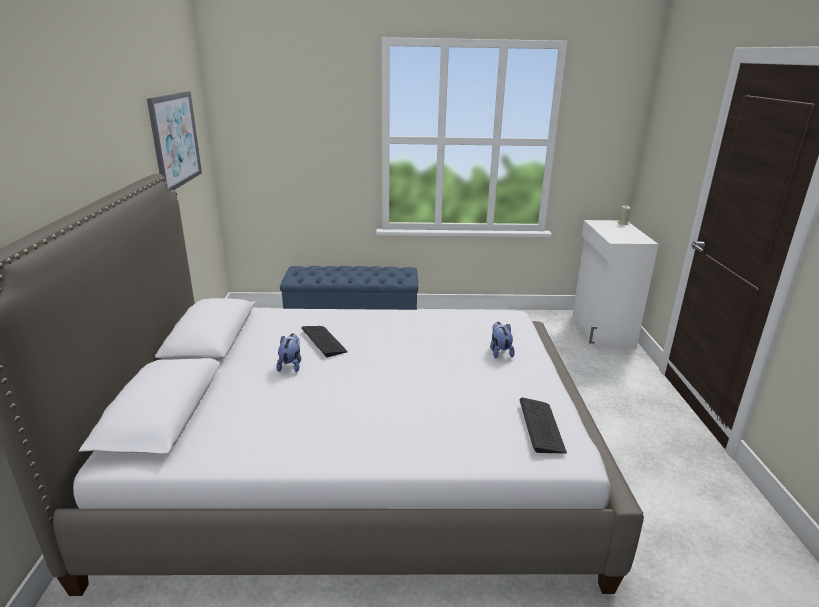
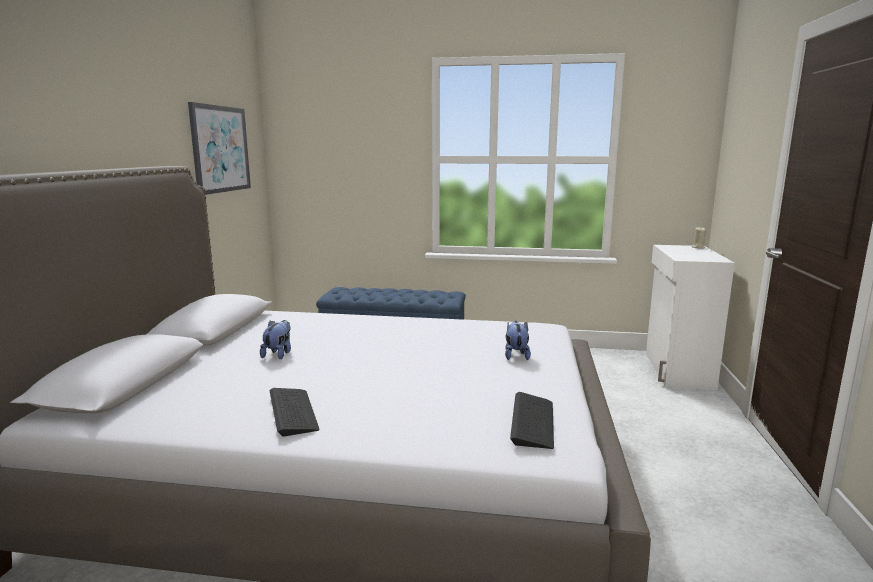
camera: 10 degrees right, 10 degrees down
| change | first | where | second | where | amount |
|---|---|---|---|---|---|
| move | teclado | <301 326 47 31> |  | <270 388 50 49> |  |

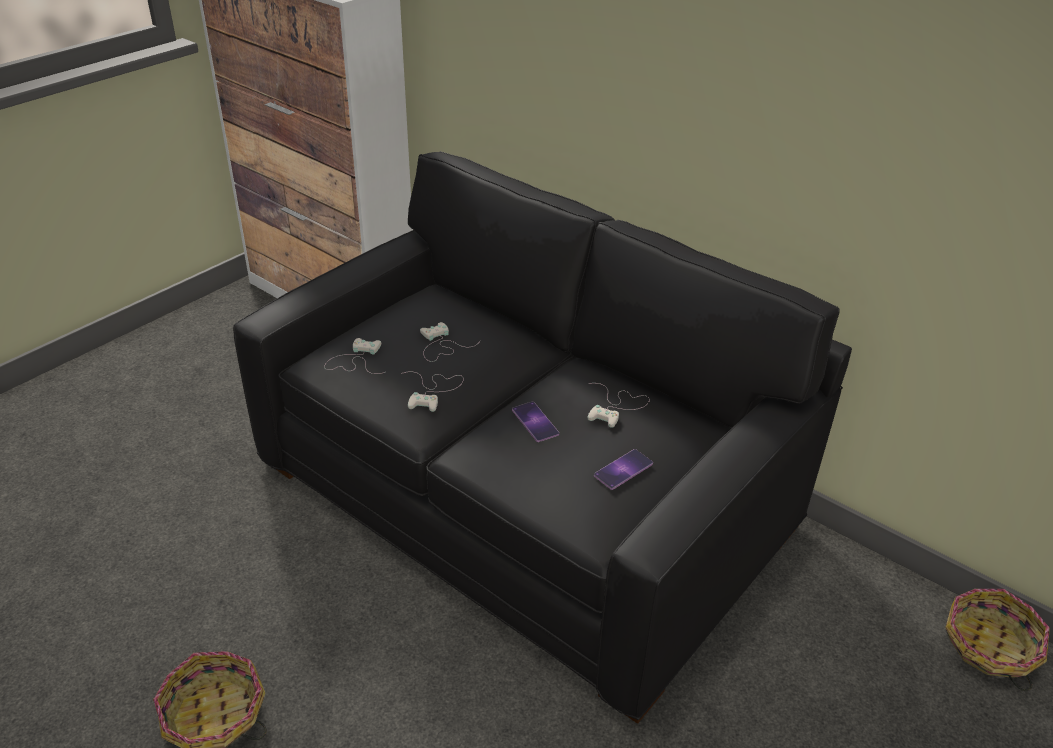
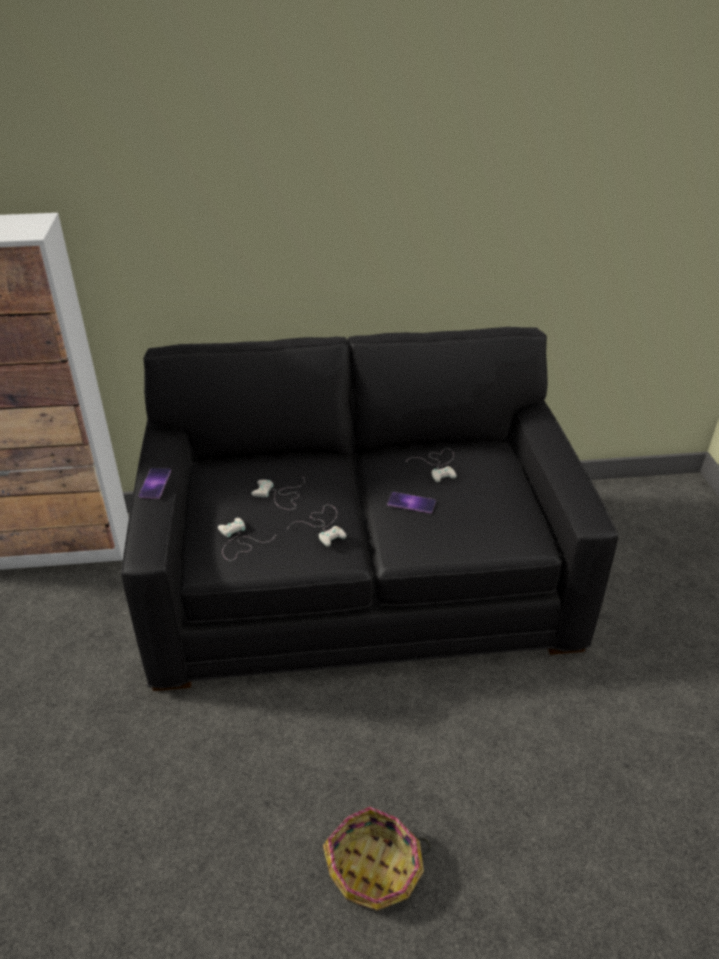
camera: 45 degrees left, 0 degrees up
| change | first | where | second | where | amount |
|---|---|---|---|---|---|
| move | móvil | <594 449 59 41> |  | <139 468 32 31> |  |
| delete | cesta | <945 589 105 102> |  |  |  |

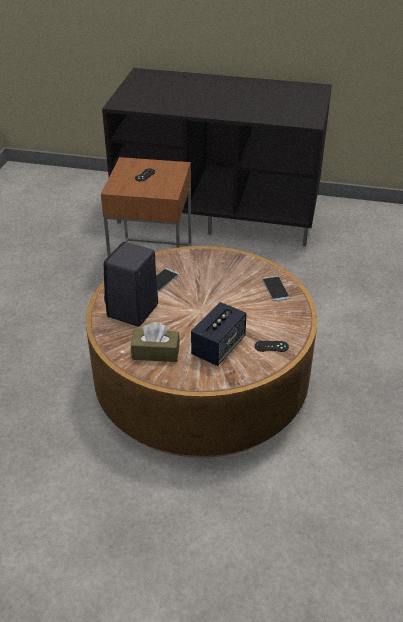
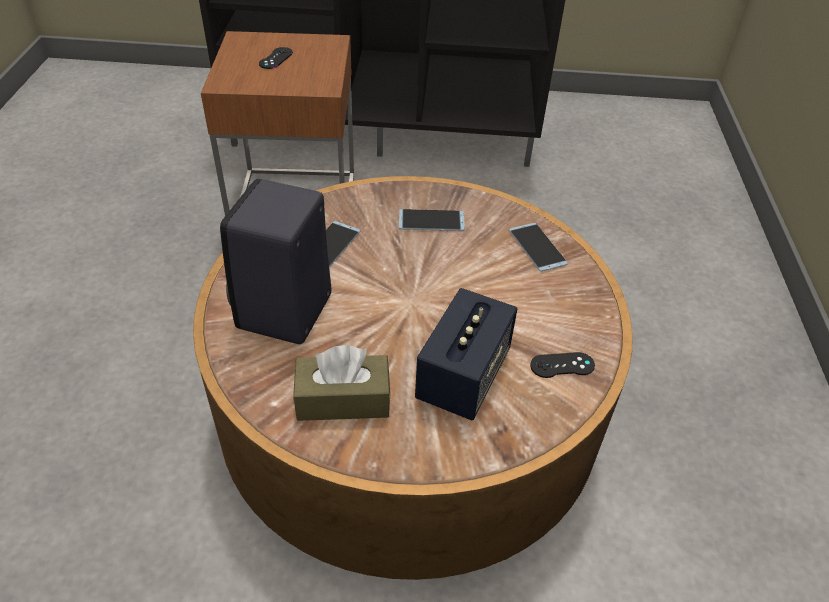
camera: 10 degrees left, 5 degrees up
| change | first | where | second | where | amount |
|---|---|---|---|---|---|
| insert |  |  | móvil | <399 209 66 22> |  |

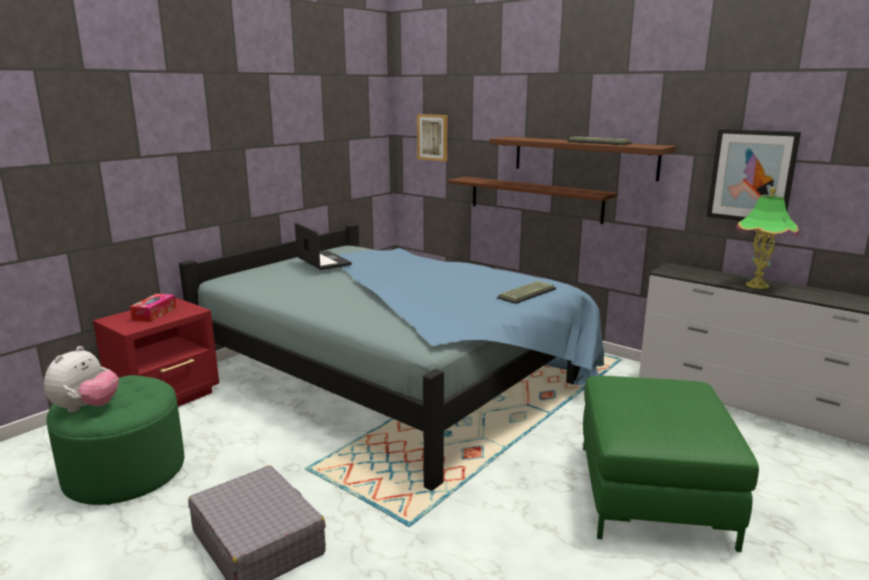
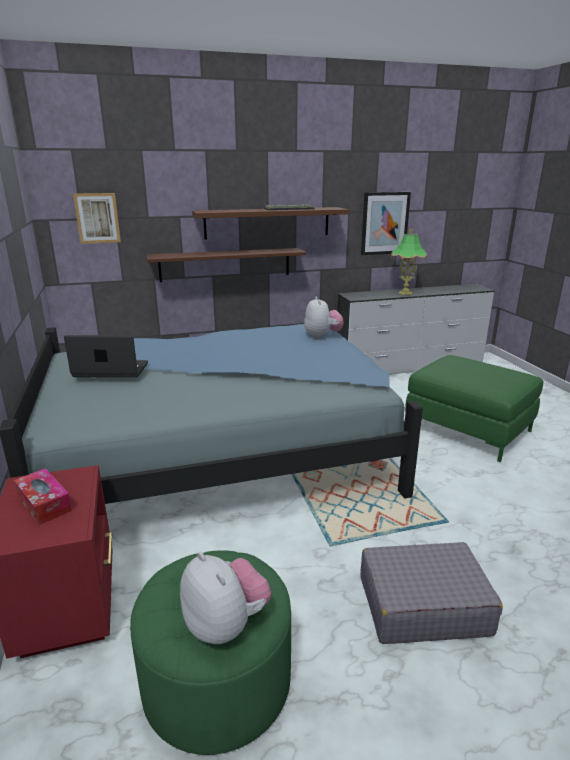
camera: 55 degrees left, 5 degrees up
| change | first | where | second | where | amount |
|---|---|---|---|---|---|
| replace | teclado | <497 281 59 23> | peluche | <304 296 40 43> |  |

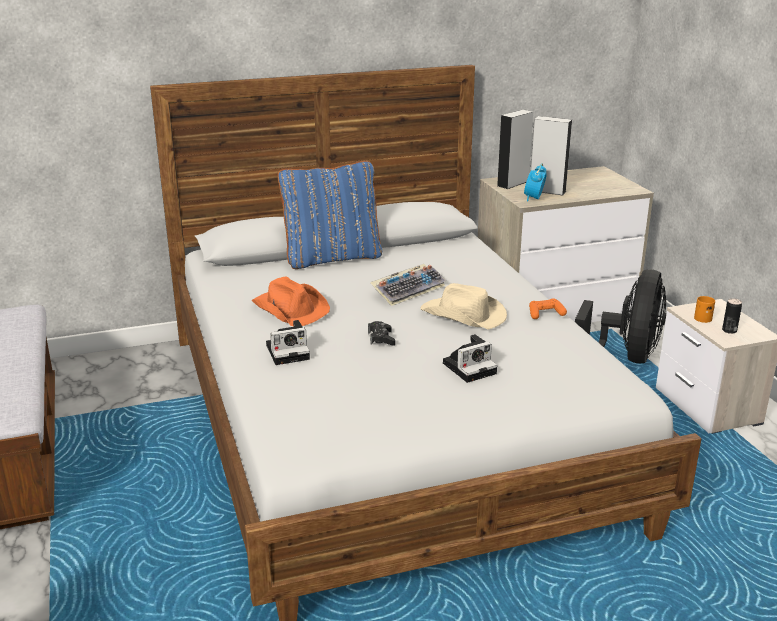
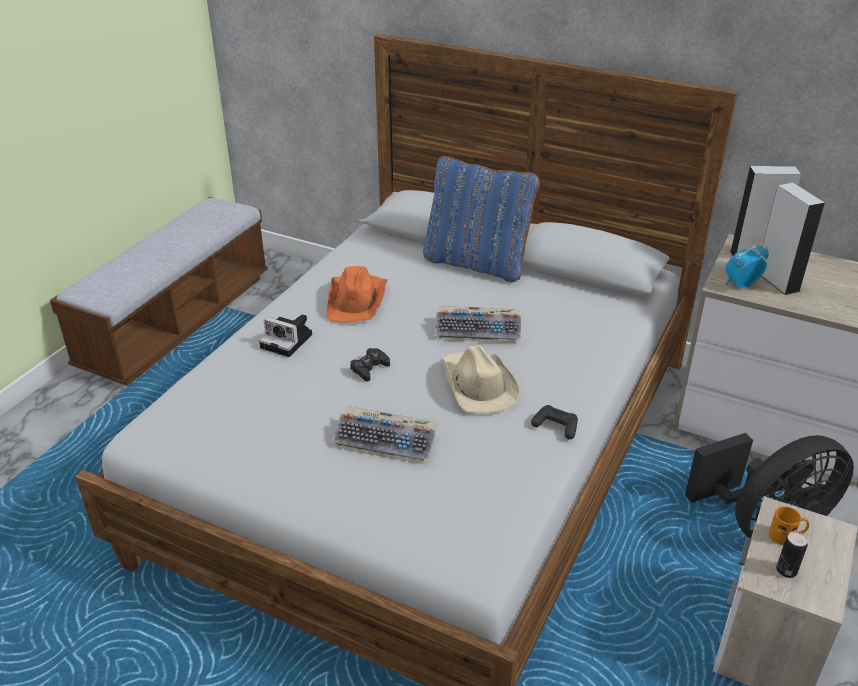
camera: 45 degrees right, 10 degrees up
| change | first | where | second | where | amount |
|---|---|---|---|---|---|
| replace | cámara | <443 334 54 49> | teclado | <332 406 106 58> |  |
| recolor | mando de consola [naranja] | <529 298 38 21> | mando de consola [negro] | <531 405 47 34> |  |

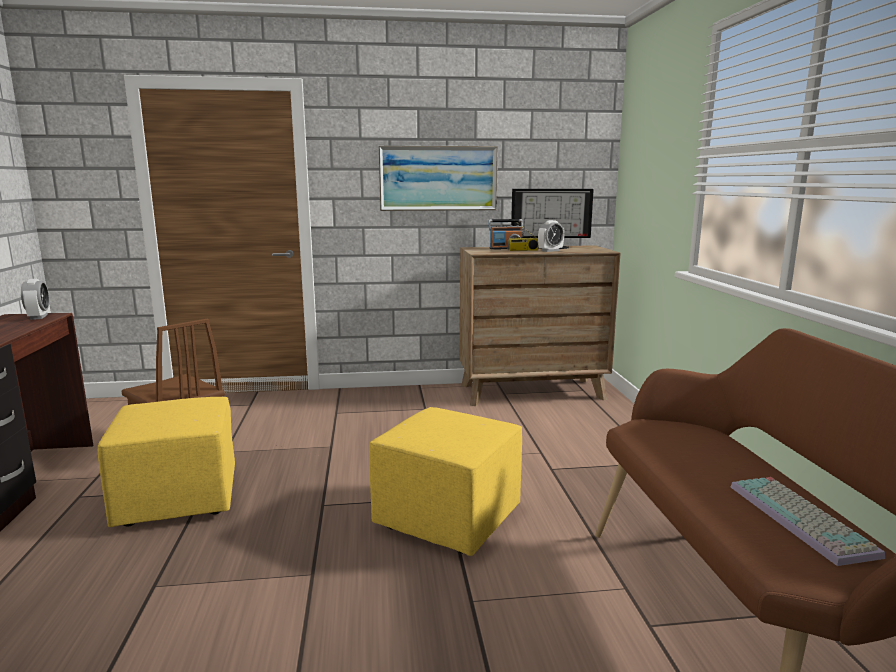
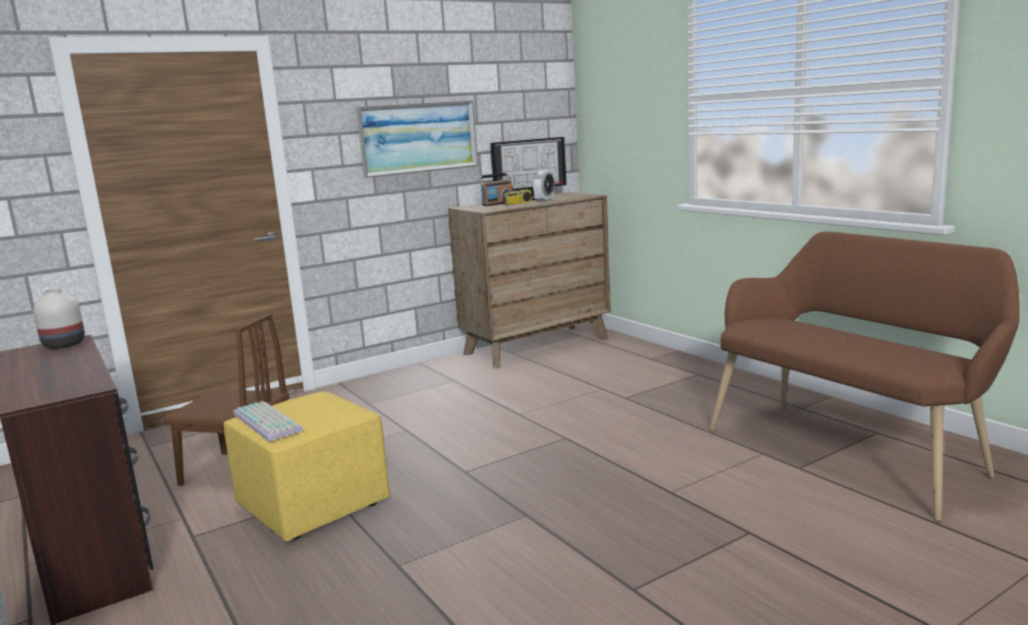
camera: 25 degrees left, 0 degrees up
| change | first | where | second | where | amount |
|---|---|---|---|---|---|
| replace | despertador | <21 279 28 41> | florero [blanco] | <33 289 52 60> |  |
| move | teclado | <731 477 154 89> |  | <233 401 70 41> |  |
| delete | puf [amarillo] | <369 407 153 149> |  |  |  |

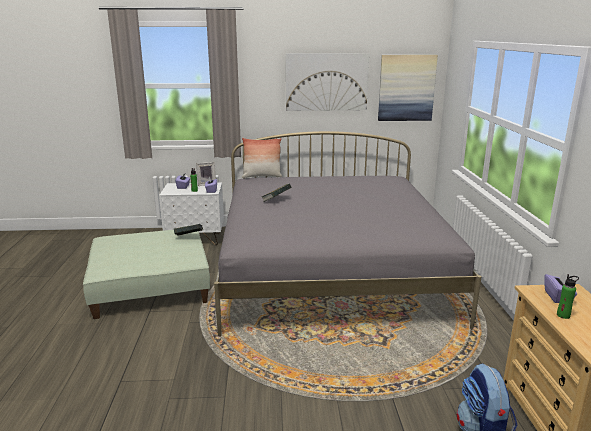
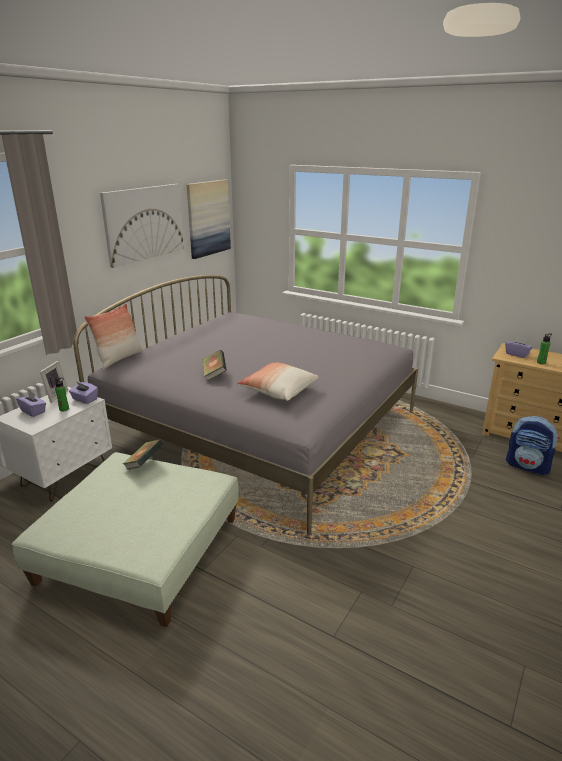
camera: 55 degrees left, 5 degrees up
| change | first | where | second | where | amount |
|---|---|---|---|---|---|
| insert |  |  | cojín | <237 363 81 38> |  |

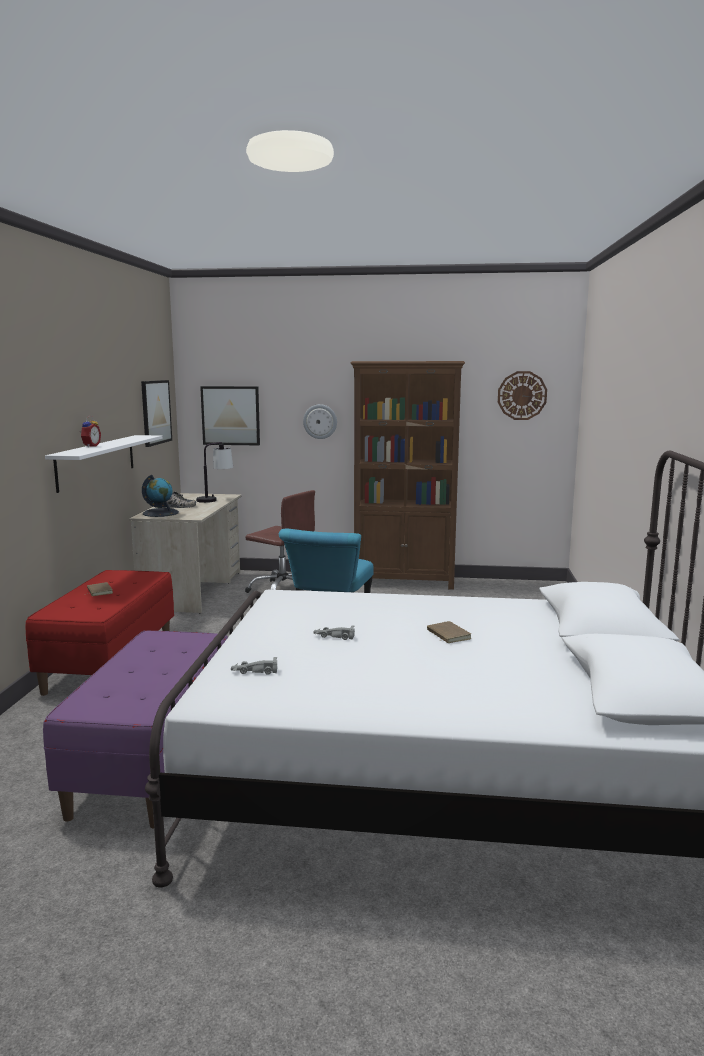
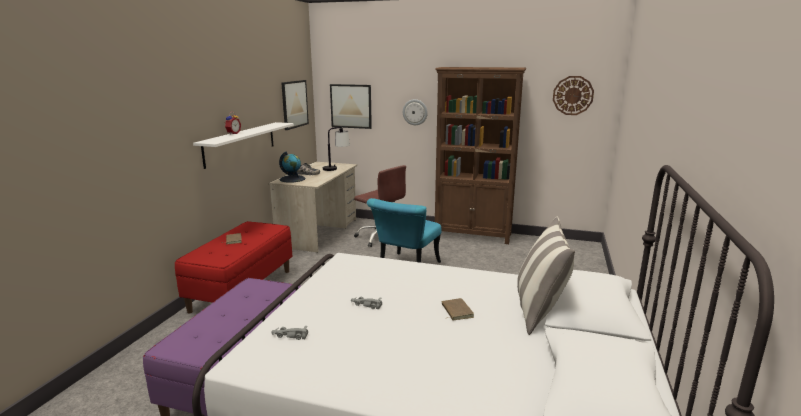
camera: 10 degrees right, 5 degrees up
| change | first | where | second | where | amount |
|---|---|---|---|---|---|
| insert |  |  | cojín | <517 217 58 118> |  |

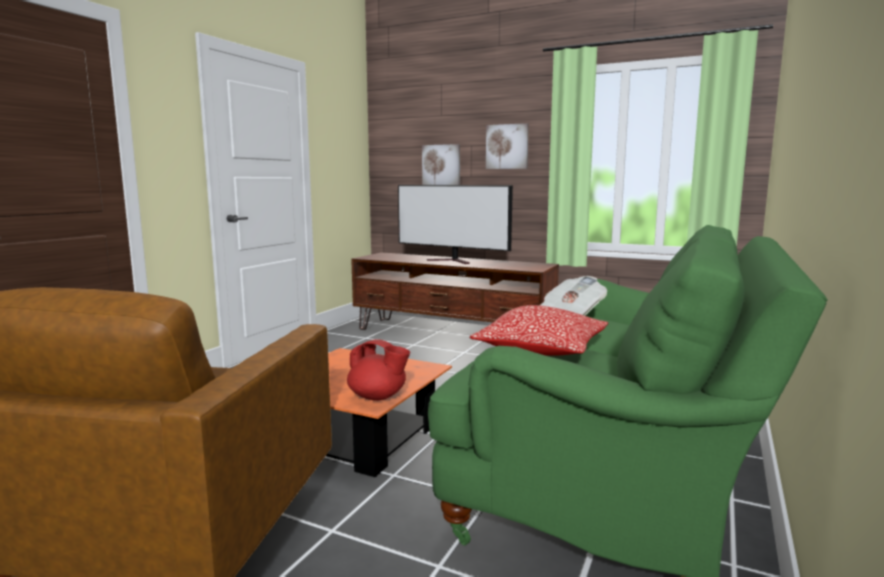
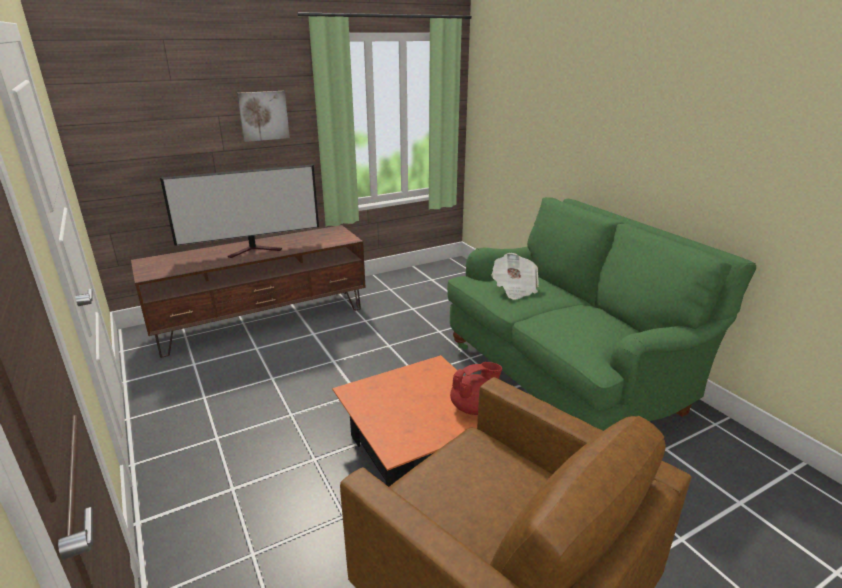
camera: 55 degrees left, 15 degrees up
| change | first | where | second | where | amount |
|---|---|---|---|---|---|
| delete | cuadro | <422 144 38 41> |  |  |  |
| delete | cojín | <470 305 138 51> |  |  |  |

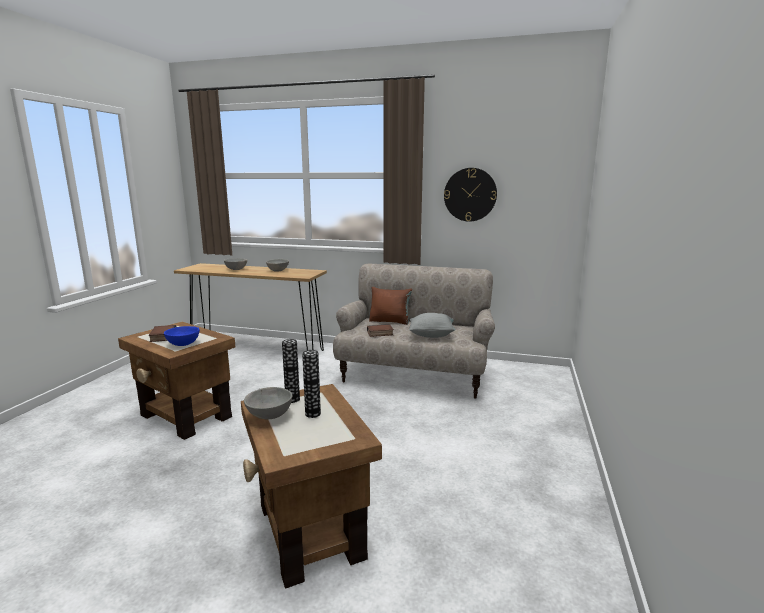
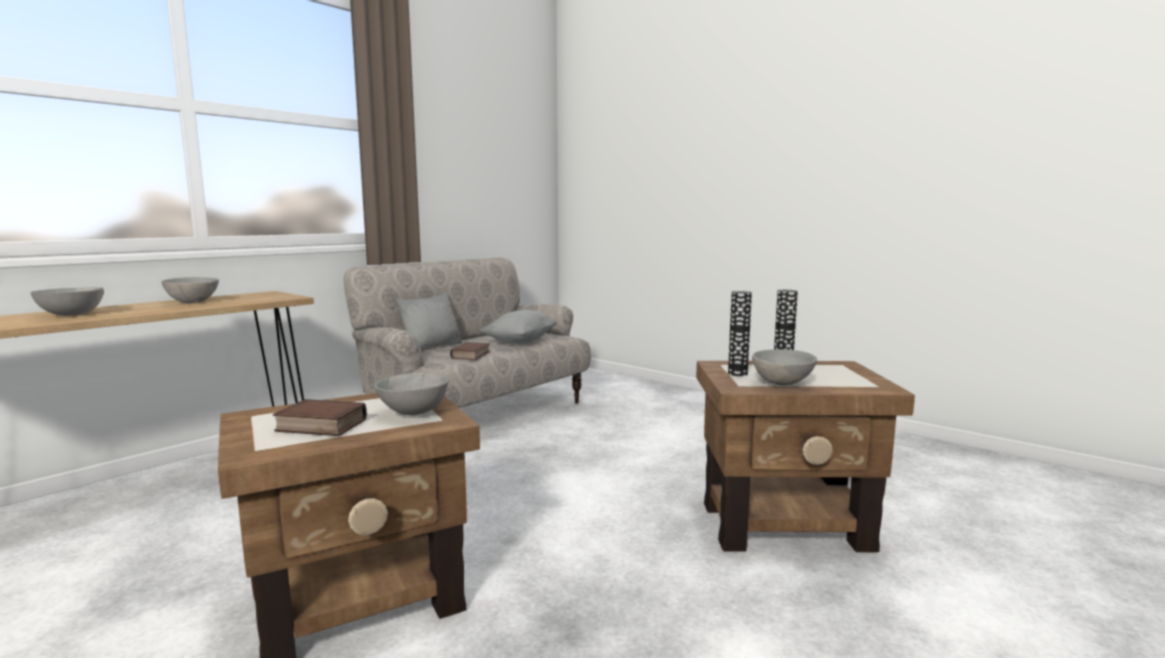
camera: 65 degrees left, 5 degrees down
| change | first | where | second | where | amount |
|---|---|---|---|---|---|
| recolor | cuenco [azul] | <164 326 36 20> | cuenco [gris] | <374 372 75 43> |  |
| recolor | cojín [marrón] | <369 287 43 38> | cojín [gris] | <396 292 66 58> |  |
| delete | reloj de pared | <444 168 53 54> |  |  |  |

